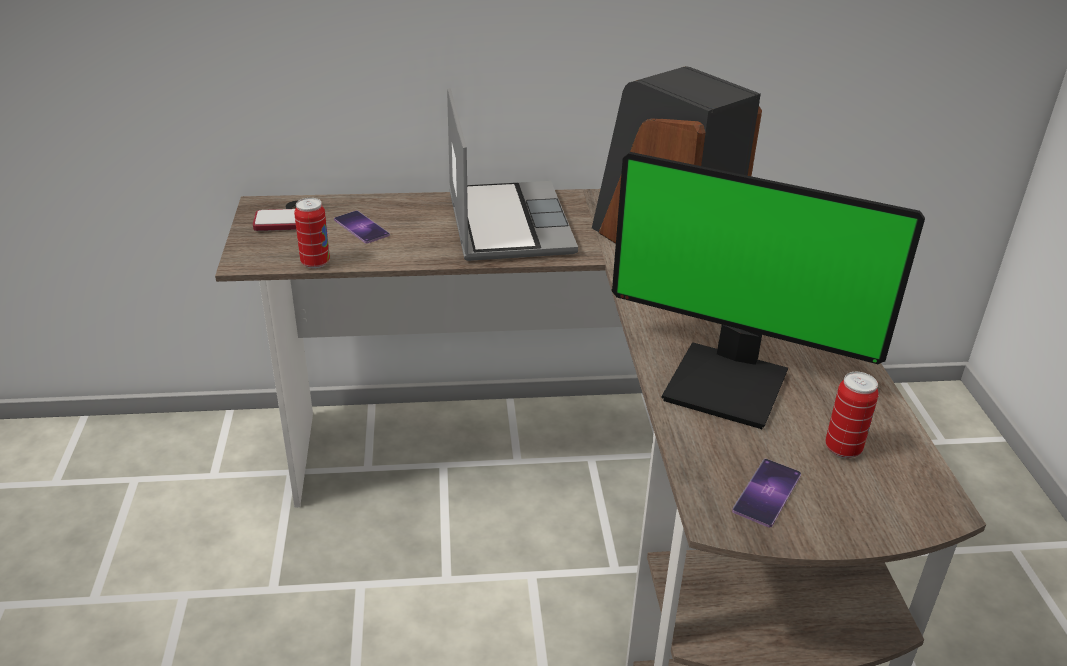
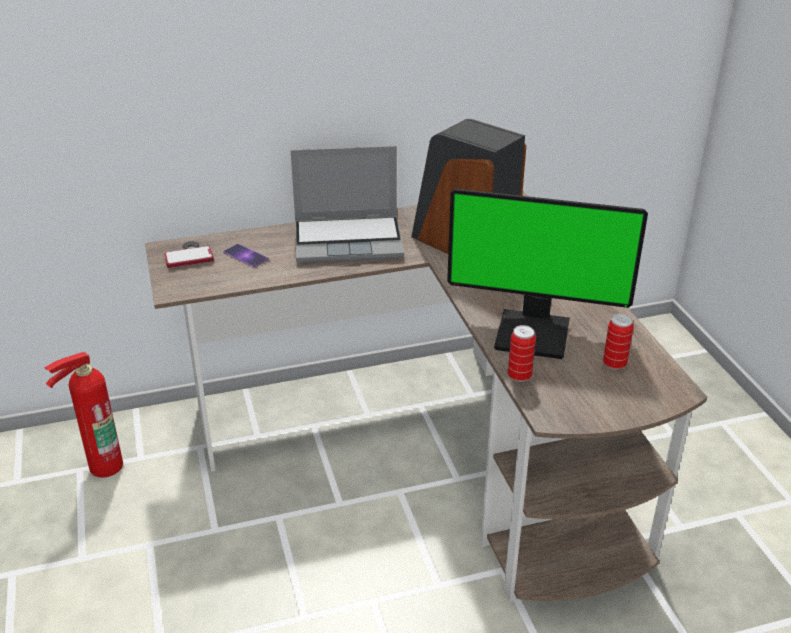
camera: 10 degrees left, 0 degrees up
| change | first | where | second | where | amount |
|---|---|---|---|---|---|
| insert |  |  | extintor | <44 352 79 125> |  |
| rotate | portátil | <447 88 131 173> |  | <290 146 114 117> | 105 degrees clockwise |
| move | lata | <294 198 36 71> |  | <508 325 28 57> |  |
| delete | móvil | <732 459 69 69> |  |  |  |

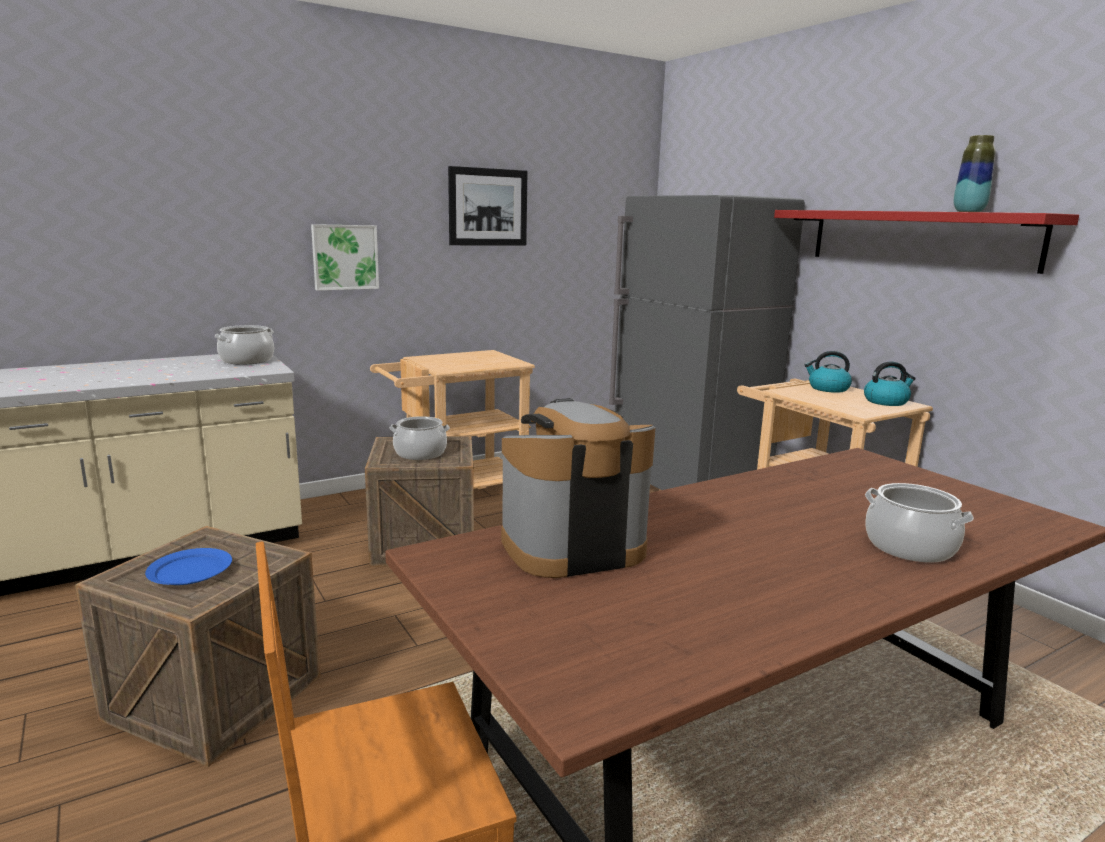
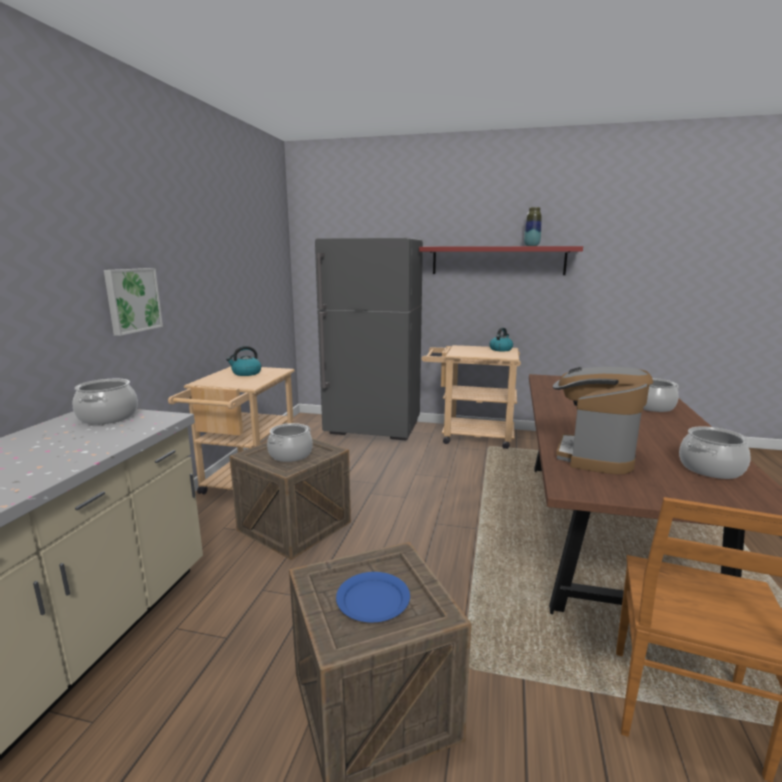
camera: 45 degrees left, 0 degrees up
| change | first | where | second | where | amount |
|---|---|---|---|---|---|
| move | hervidor | <804 351 48 42> |  | <226 346 35 30> |  |
| insert |  |  | olla | <679 427 72 52> |  |
| delete | cuadro | <448 166 79 79> |  |  |  |

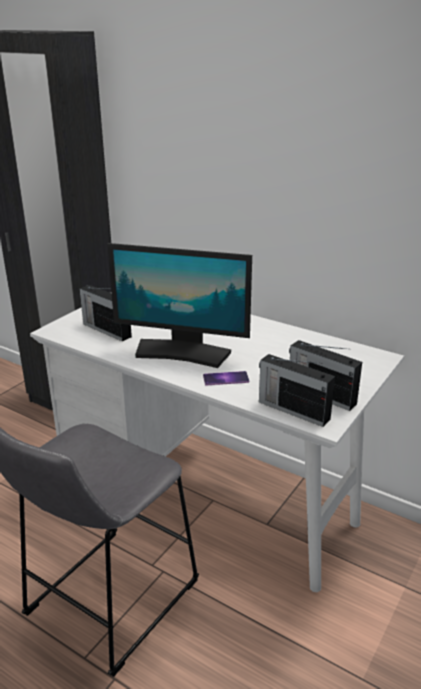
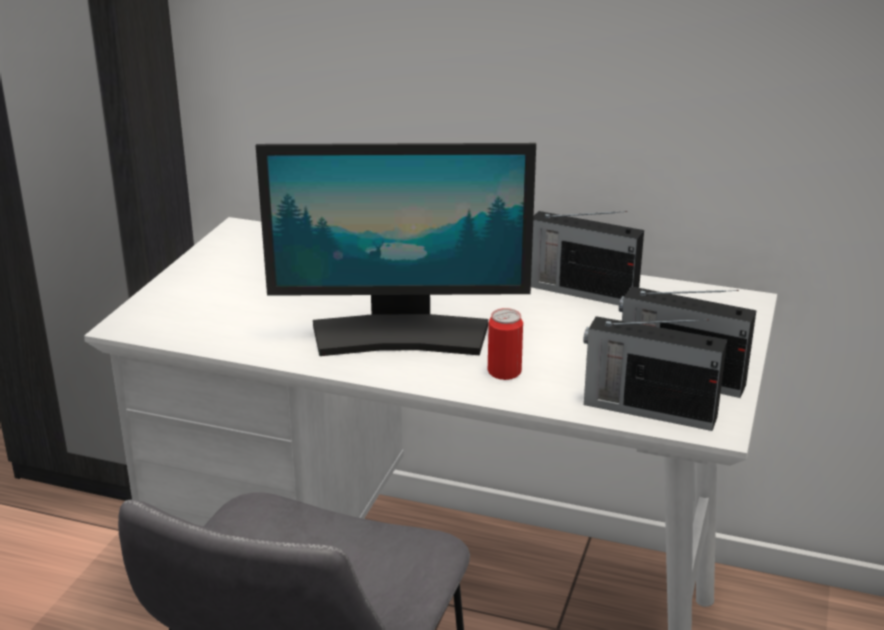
camera: 15 degrees left, 0 degrees up
| change | first | where | second | where | amount |
|---|---|---|---|---|---|
| replace | móvil | <203 371 46 14> | lata | <488 308 35 72> |  |
| move | radio | <79 285 53 56> |  | <531 211 113 94> |  |

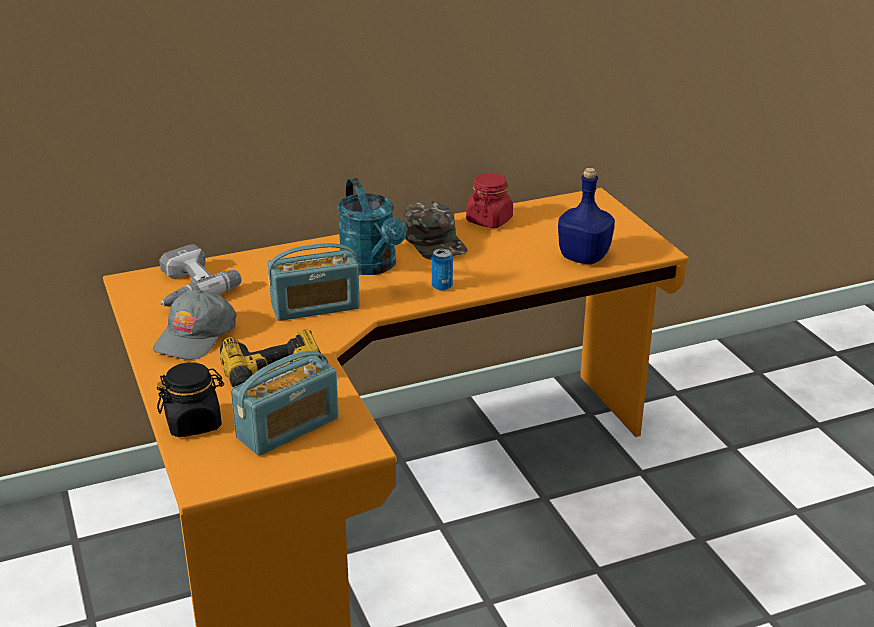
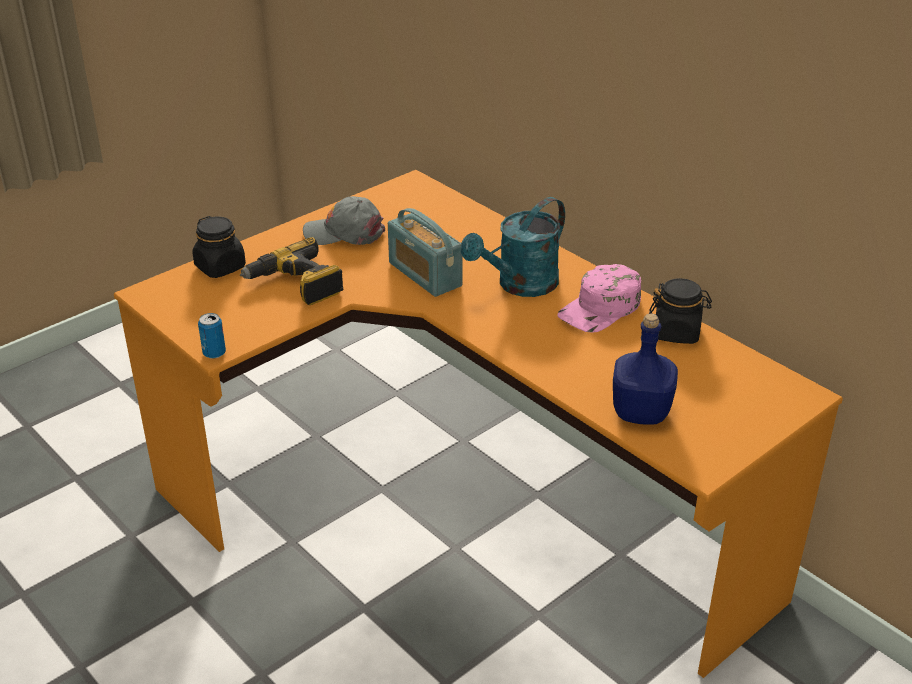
camera: 70 degrees right, 5 degrees up
| change | first | where | second | where | amount |
|---|---|---|---|---|---|
| move | lata | <432 248 21 43> |  | <198 313 28 46> |  |
| recolor | gorra [verde] | <403 200 65 60> | gorra [rosa] | <558 264 83 69> |  |
| recolor | tarro [rojo] | <466 173 47 55> | tarro [negro] | <649 278 63 66> |  |
| delete | taladro | <159 244 82 63> |  |  |  |
| delete | radio | <231 351 108 105> |  |  |  |

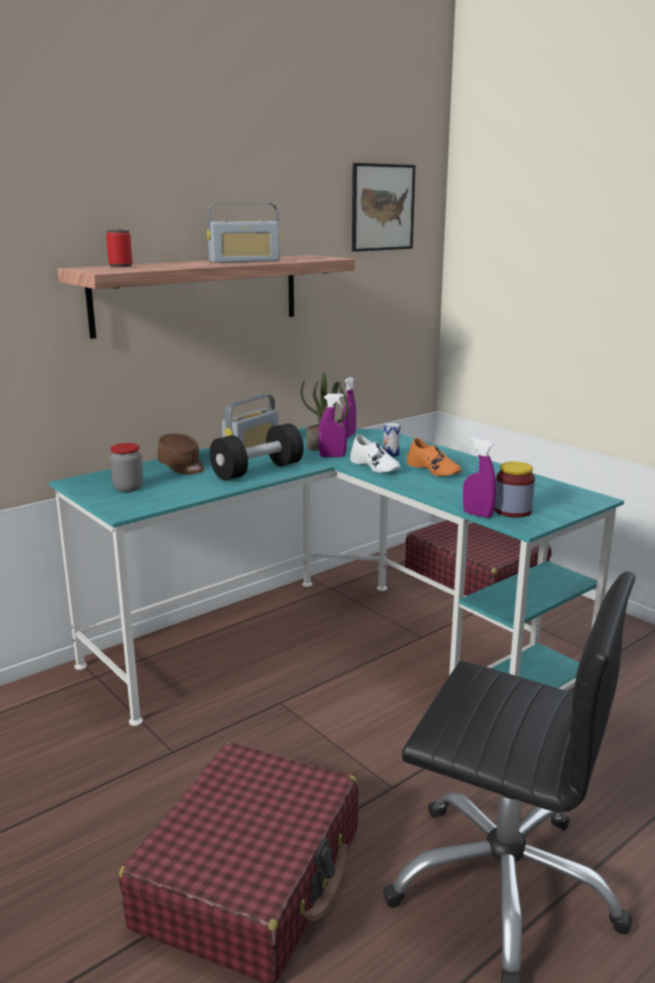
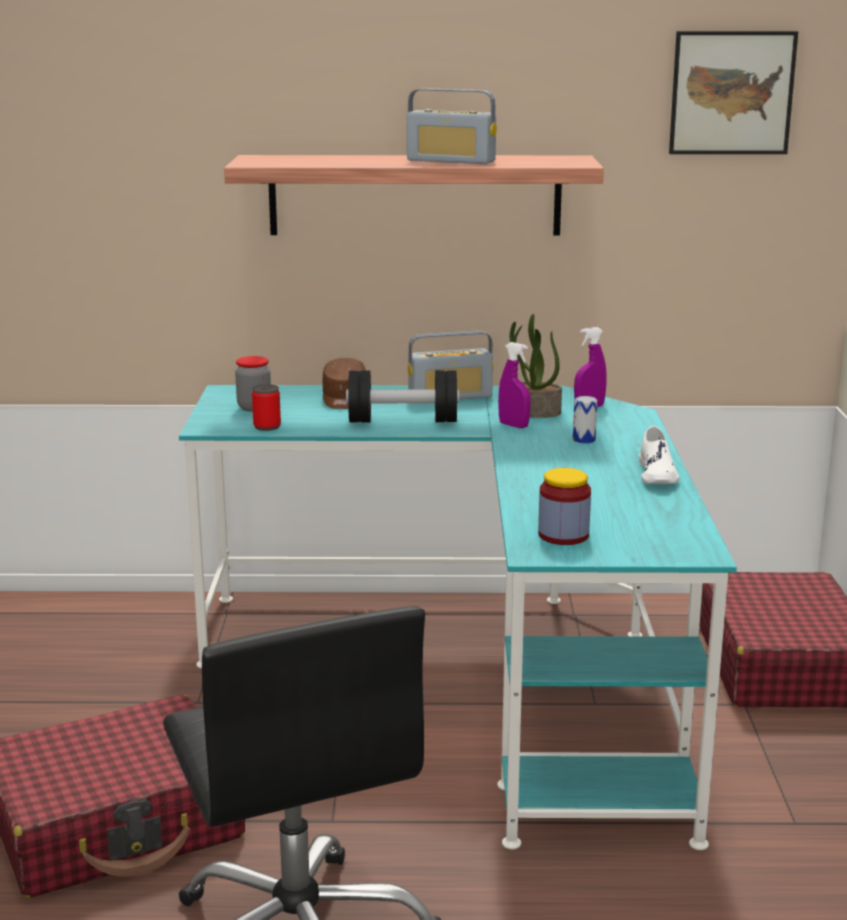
camera: 40 degrees right, 0 degrees up
| change | first | where | second | where | amount |
|---|---|---|---|---|---|
| move | lata | <106 229 26 38> |  | <252 384 29 47> |  |
| move | zapato [blanco] | <350 435 51 38> |  | <639 426 40 58> |  |
| delete | zapato [naranja] | <407 438 55 38> |  |  |  |
| delete | pulverizador [morado] | <463 437 33 81> |  |  |  |

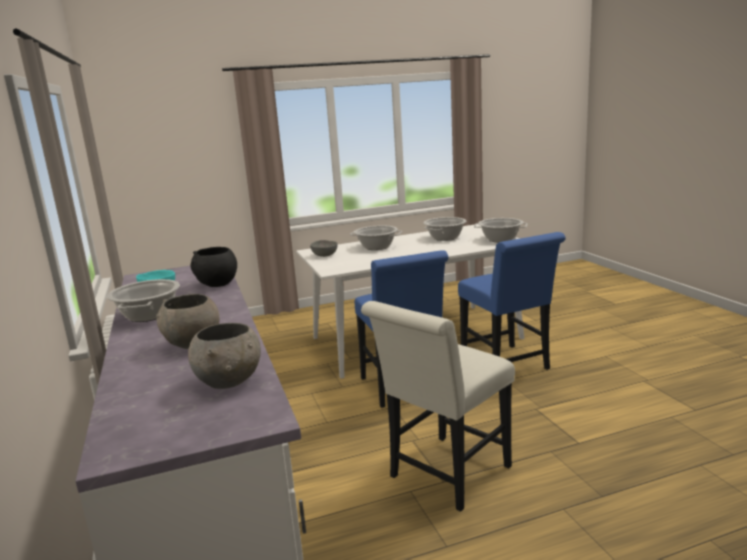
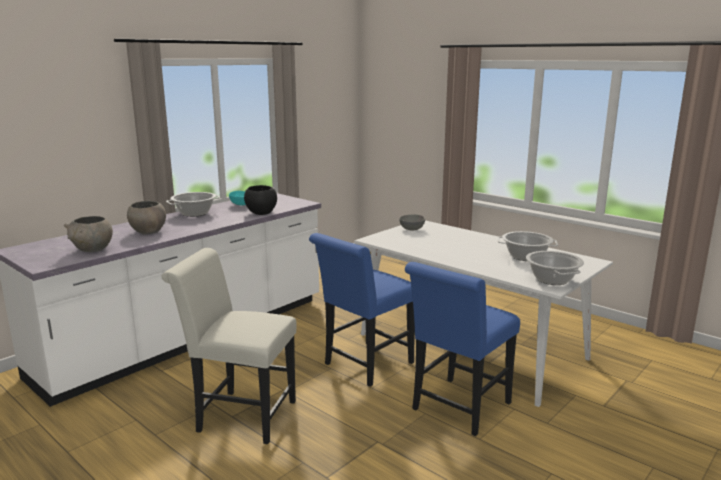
camera: 60 degrees right, 0 degrees up
| change | first | where | second | where | amount |
|---|---|---|---|---|---|
| delete | olla | <350 225 52 25> |  |  |  |

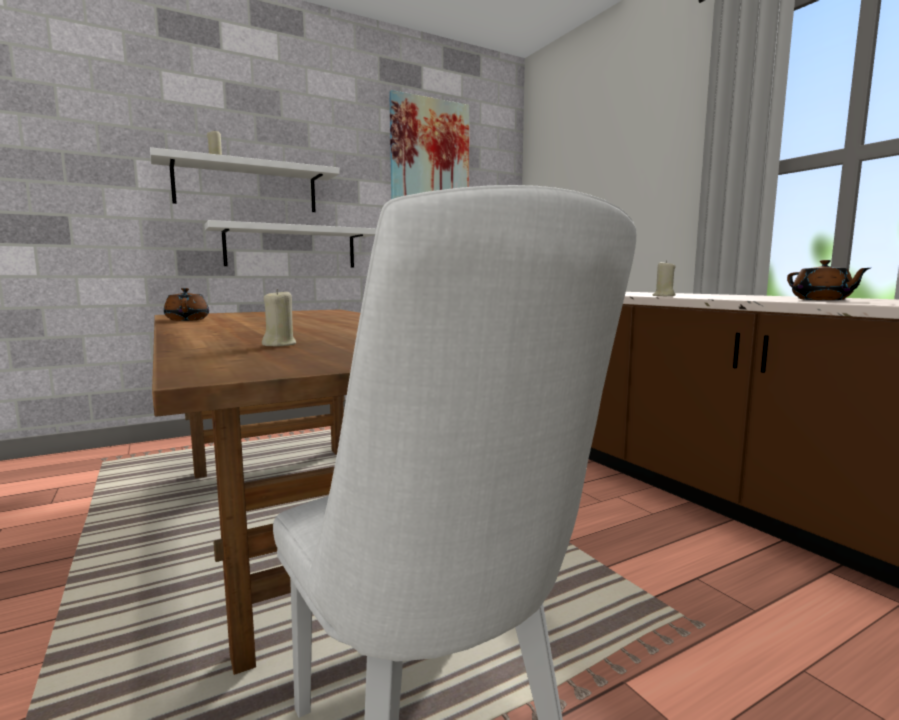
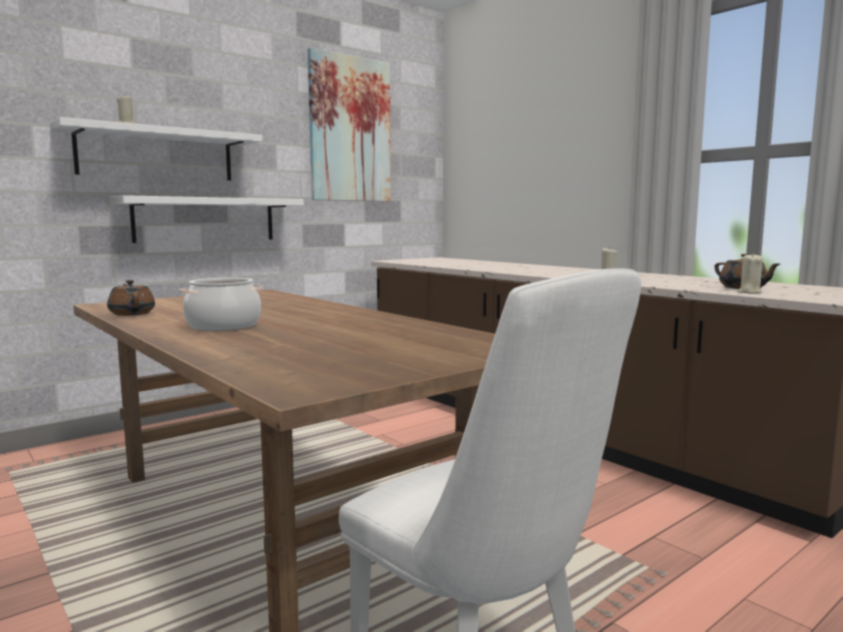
camera: 10 degrees left, 0 degrees up
| change | first | where | second | where | amount |
|---|---|---|---|---|---|
| insert |  |  | olla | <179 278 84 53> |  |
| move | vela [beis] | <262 289 34 58> |  | <737 253 26 41> |  |

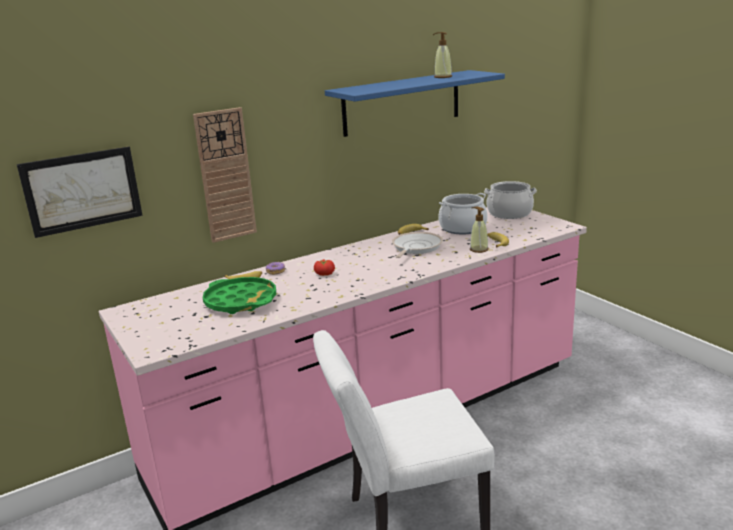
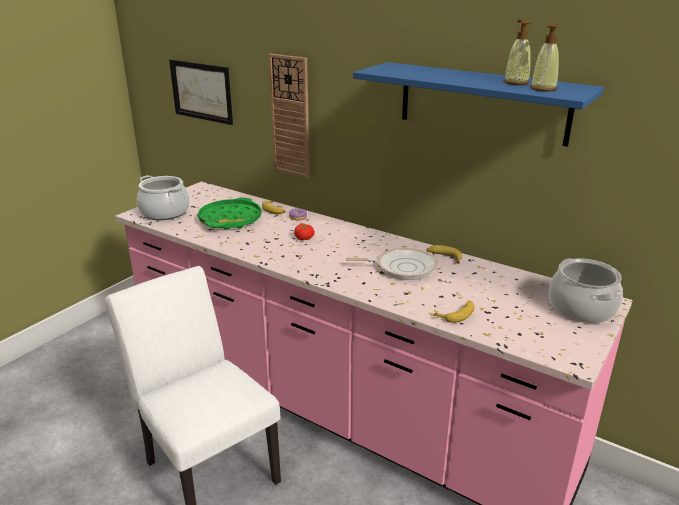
camera: 65 degrees right, 5 degrees up
| change | first | where | second | where | amount |
|---|---|---|---|---|---|
| move | olla | <438 193 49 41> |  | <137 175 52 45> |  |
| move | dispensador de jabón | <470 207 19 46> |  | <530 23 29 68> |  |

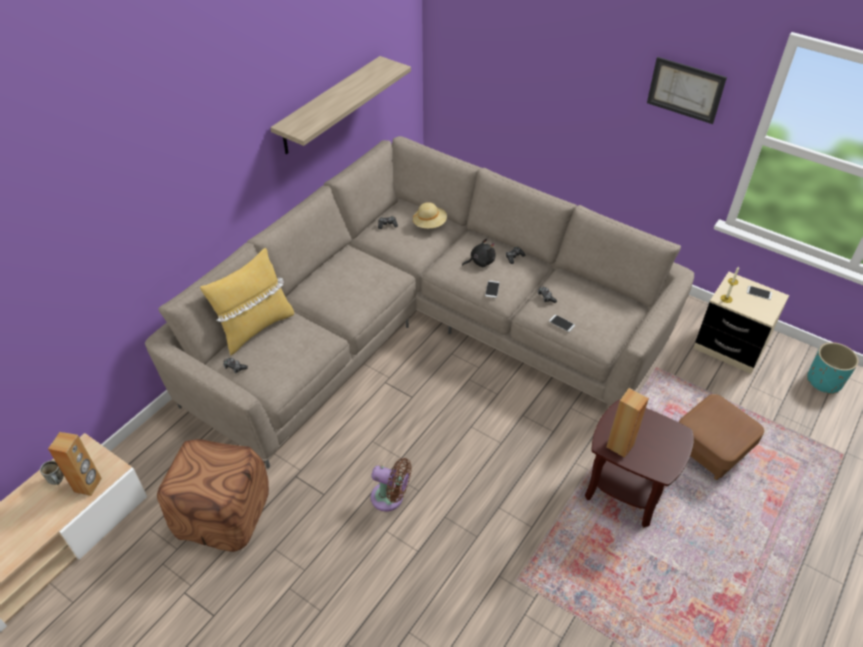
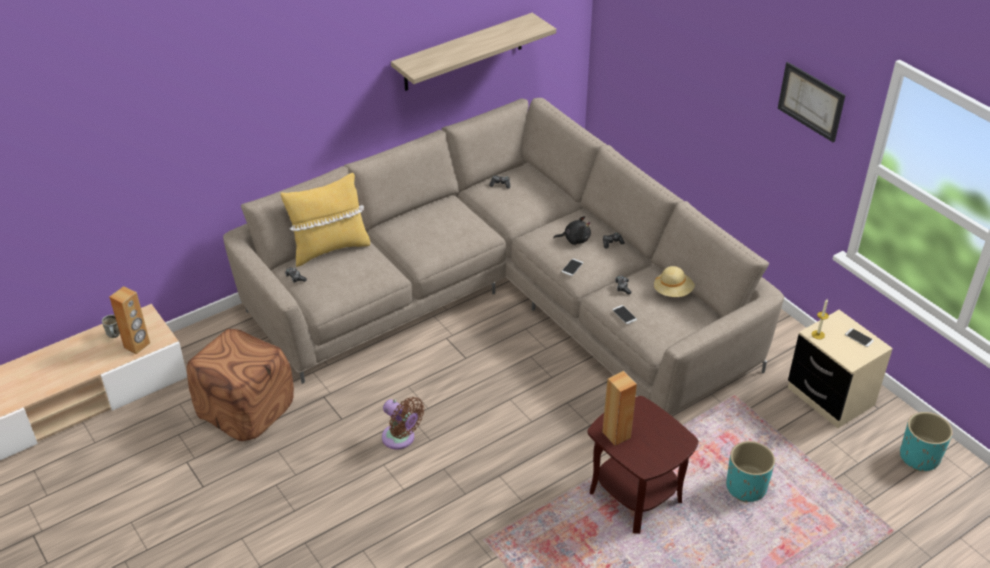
camera: 20 degrees right, 5 degrees down
| change | first | where | second | where | amount |
|---|---|---|---|---|---|
| move | sombrero [beis] | <413 202 34 27> |  | <654 266 41 31> |  |
| replace | puf [marrón] | <679 394 85 86> | maceta [turquesa] | <726 441 49 61> |  |

